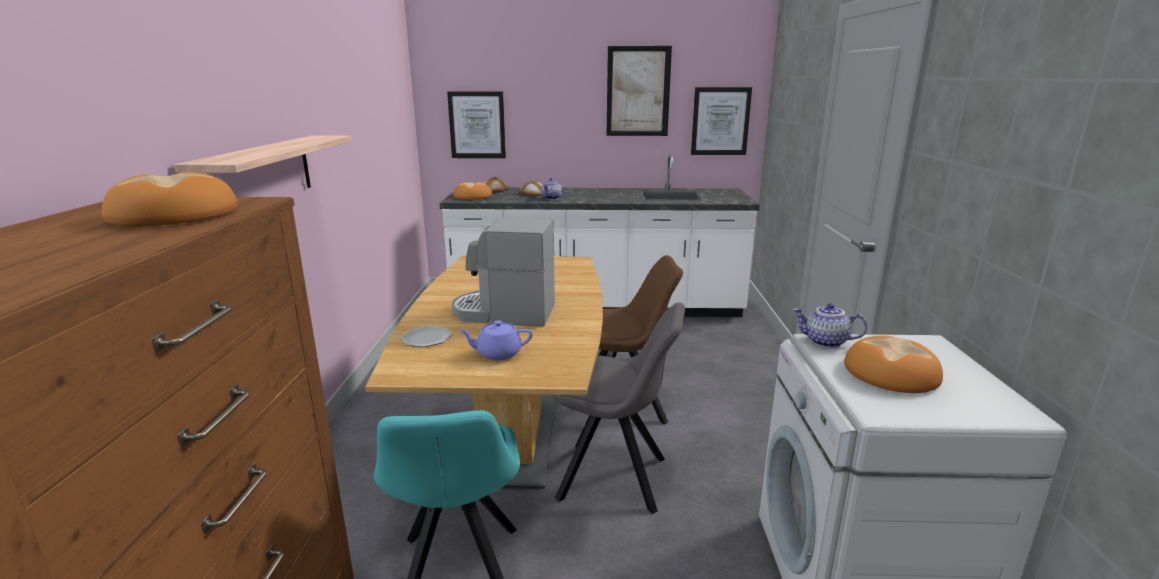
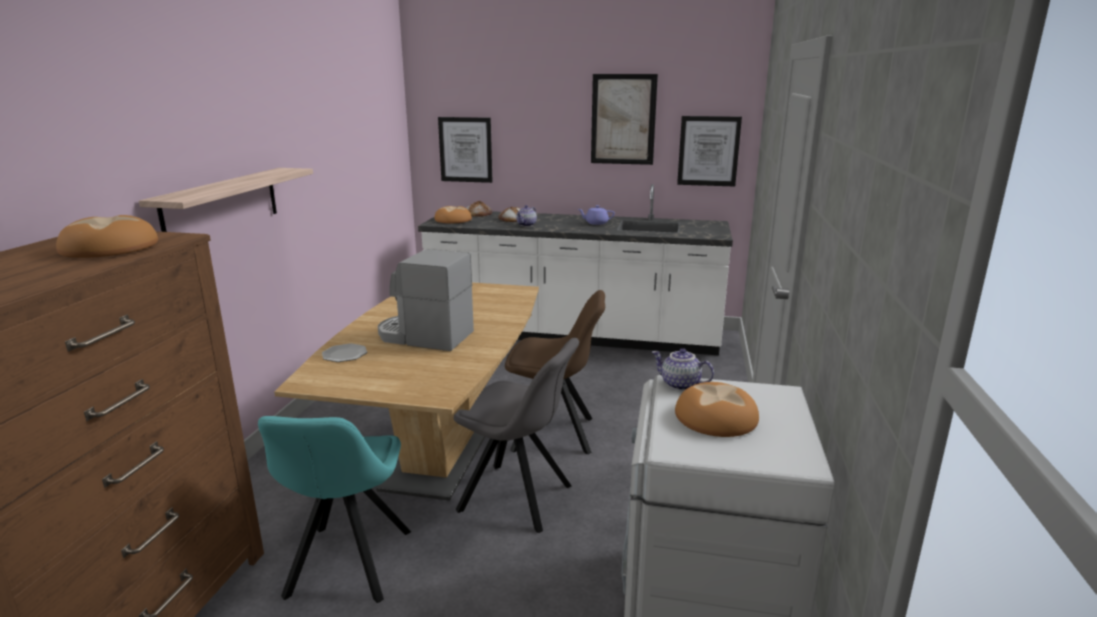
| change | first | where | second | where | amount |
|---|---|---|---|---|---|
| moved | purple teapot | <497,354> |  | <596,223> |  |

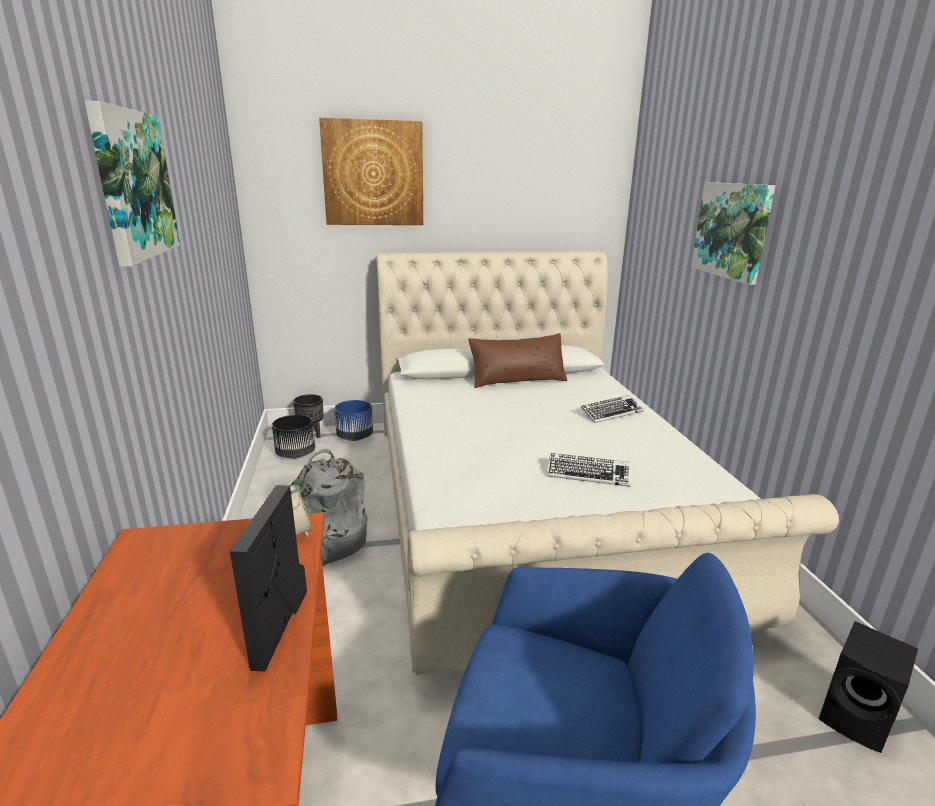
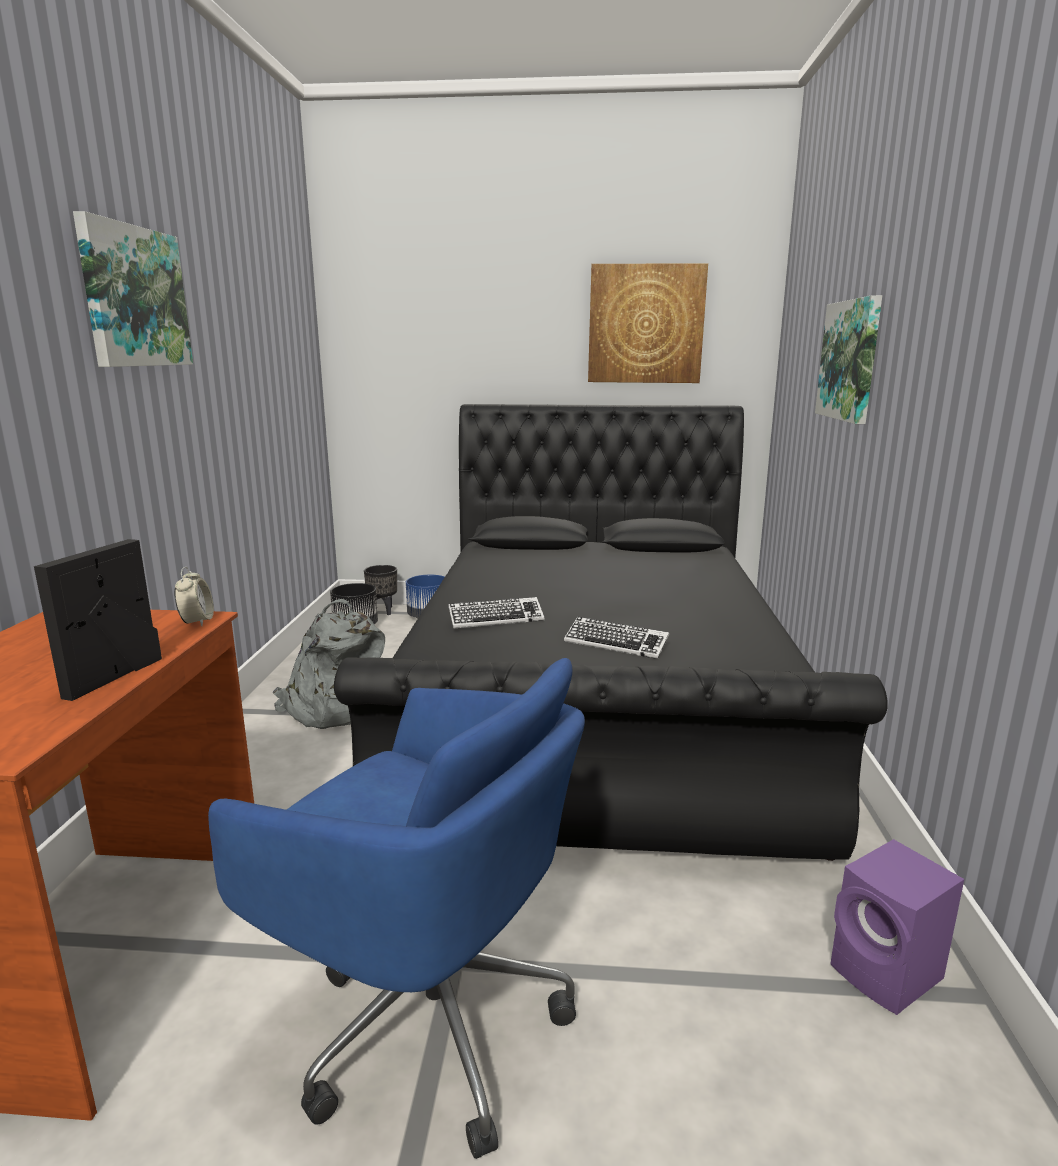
| change | first | where | second | where | amount |
|---|---|---|---|---|---|
| removed | brown pillow | <517,380> |  |  |  |
| moved | picture | <373,173> |  | <645,324> |  |
| moved | keyboard | <611,413> |  | <496,619> |  |
| recoloured | beige bed | <531,502> | black bed | <594,698> |  |
| recoloured | black speaker | <858,719> | purple speaker | <888,975> |  |

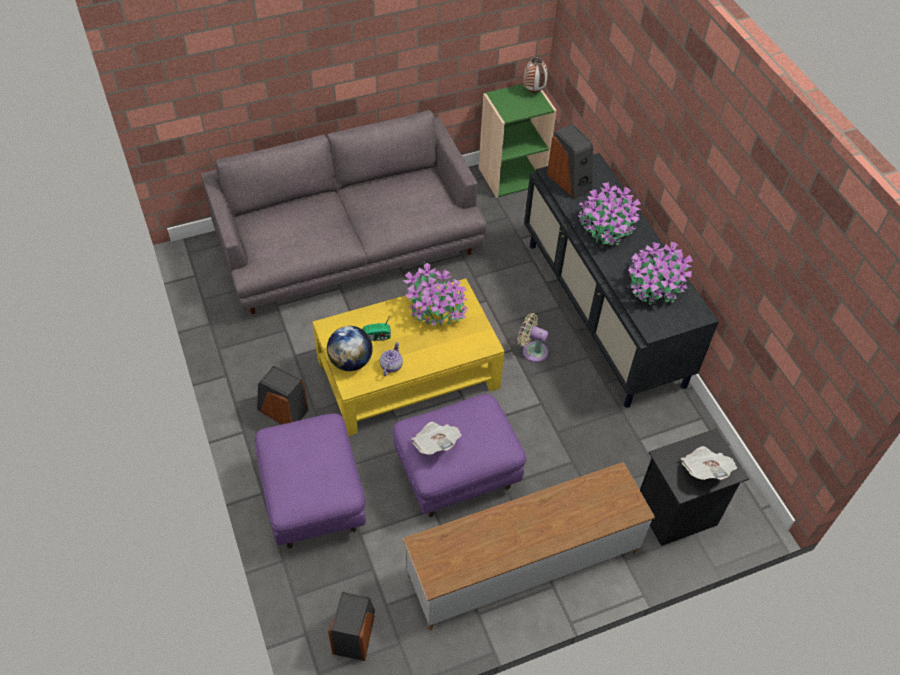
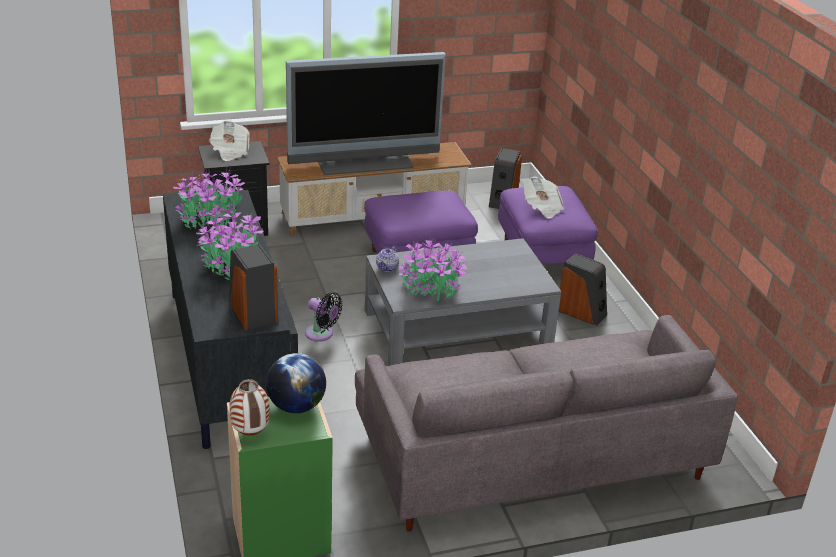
| change | first | where | second | where | amount |
|---|---|---|---|---|---|
| removed | radio | <377,337> |  |  |  |
| added |  |  | television | <365,162> |  |
| moved | globe | <351,361> |  | <296,406> |  |
| moved | teapot | <391,366> |  | <387,267> |  |
| moved | newspaper | <435,443> |  | <542,208> |  |
| recoloured | yellow coffee table | <408,373> | grey coffee table | <456,328> |  |
| recoloured | beige fan | <532,351> | black fan | <321,334> |  |

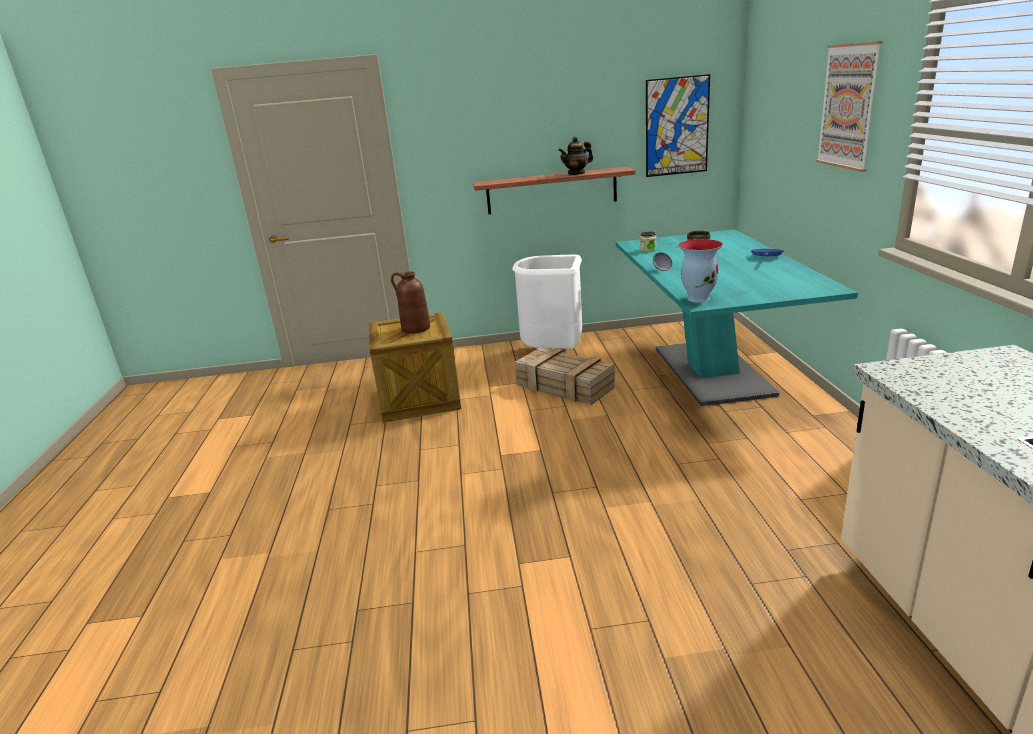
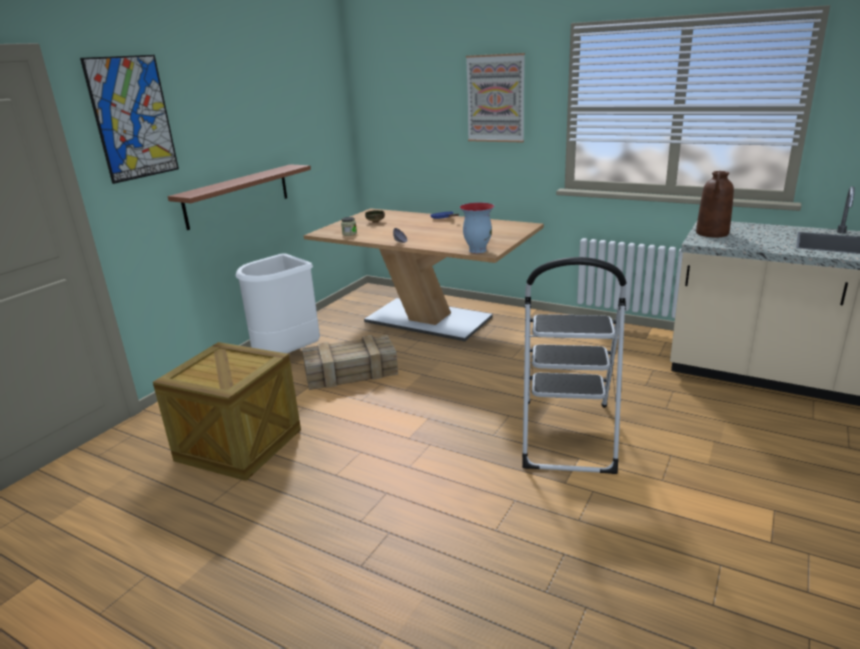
| change | first | where | second | where | amount |
|---|---|---|---|---|---|
| removed | teapot | <576,173> |  |  |  |
| added |  |  | step ladder | <566,437> |  |
| moved | brown vase | <415,328> |  | <712,233> |  |
| moved | picture | <677,126> |  | <133,118> |  |
| recoloured | turquoise dining table | <712,371> | brown dining table | <428,319> |  |

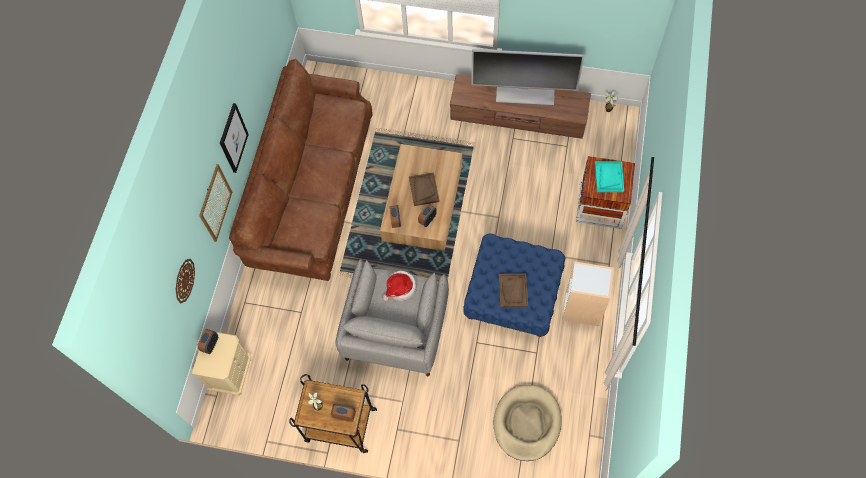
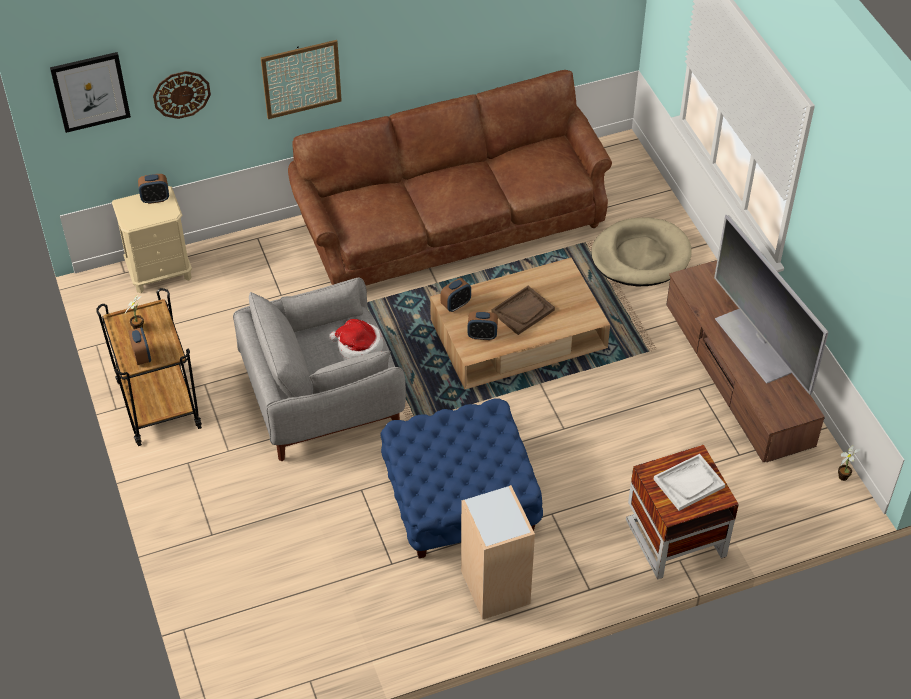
| change | first | where | second | where | amount |
|---|---|---|---|---|---|
| removed | brown tray | <513,291> |  |  |  |
| moved | picture | <233,138> |  | <90,91> |  |
| moved | beige dog bed | <527,423> |  | <640,256> |  |
| recoloured | turquoise tray | <609,177> | white tray | <689,483> |  |

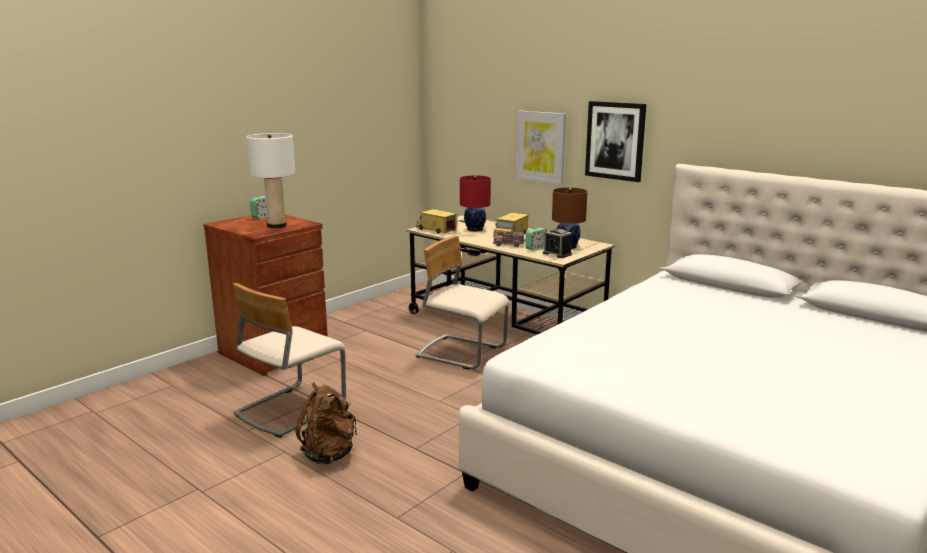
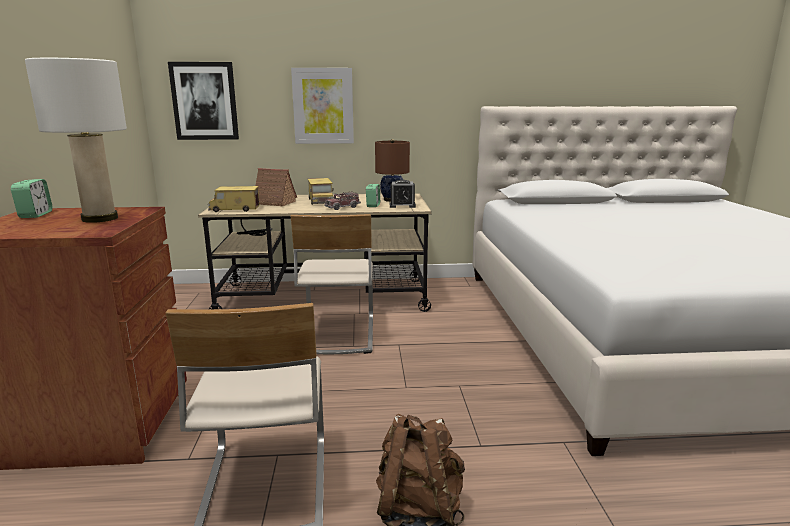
| change | first | where | second | where | amount |
|---|---|---|---|---|---|
| moved | picture | <615,140> |  | <204,101> |  |
| replaced | red table lamp | <474,229> | toy house | <273,202> |  |
| turned | beige chair | <461,353> |  | <336,335> | 75 degrees counterclockwise |

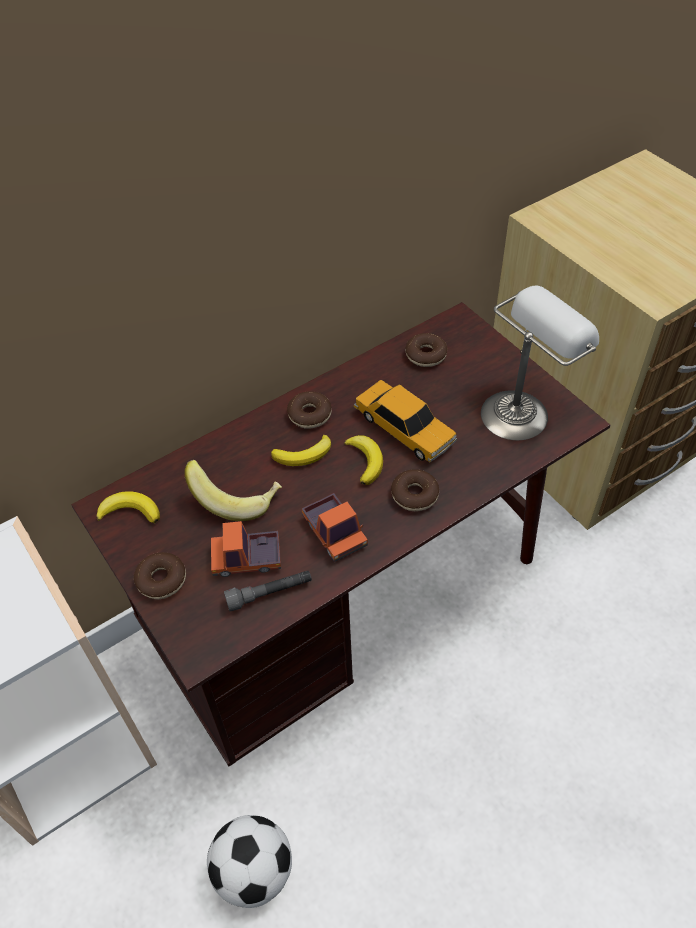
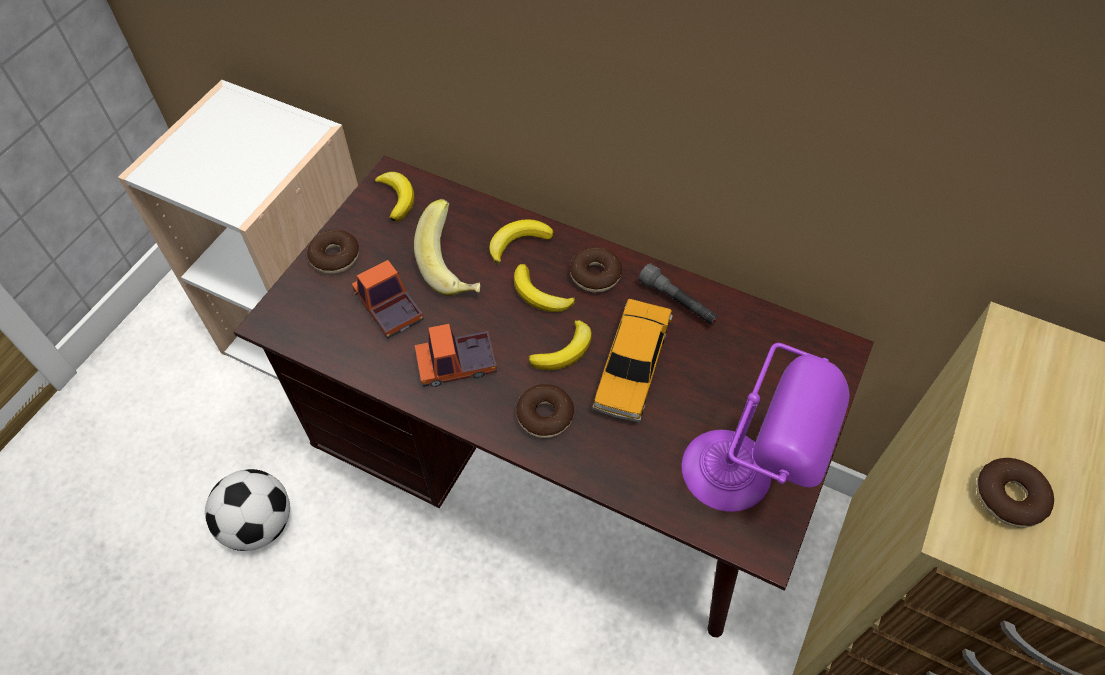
| change | first | where | second | where | amount |
|---|---|---|---|---|---|
| added |  |  | banana | <518,242> |  |
| moved | grey flashlight | <269,593> |  | <678,302> |  |
| moved | donut | <425,355> |  | <1008,497> |  |
| recoloured | white table lamp | <523,407> | purple table lamp | <746,475> |  |
| turned | toy truck | <334,532> |  | <456,364> | 45 degrees clockwise |

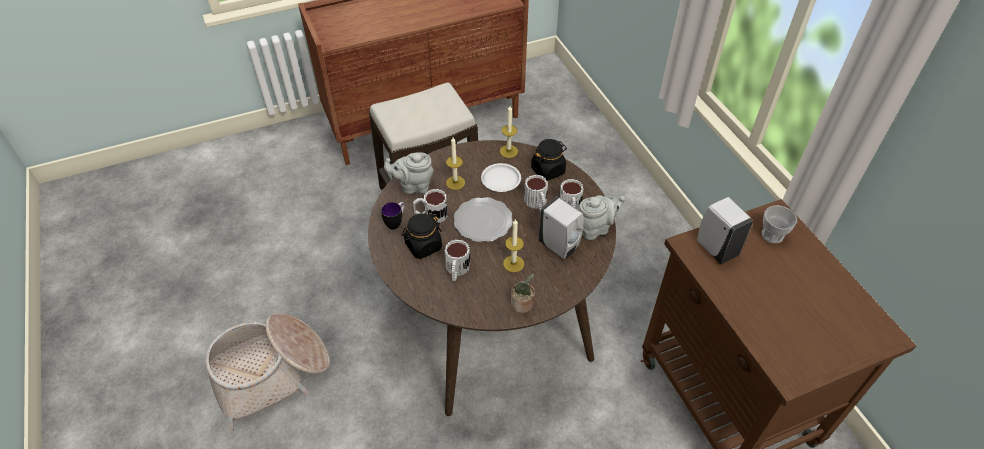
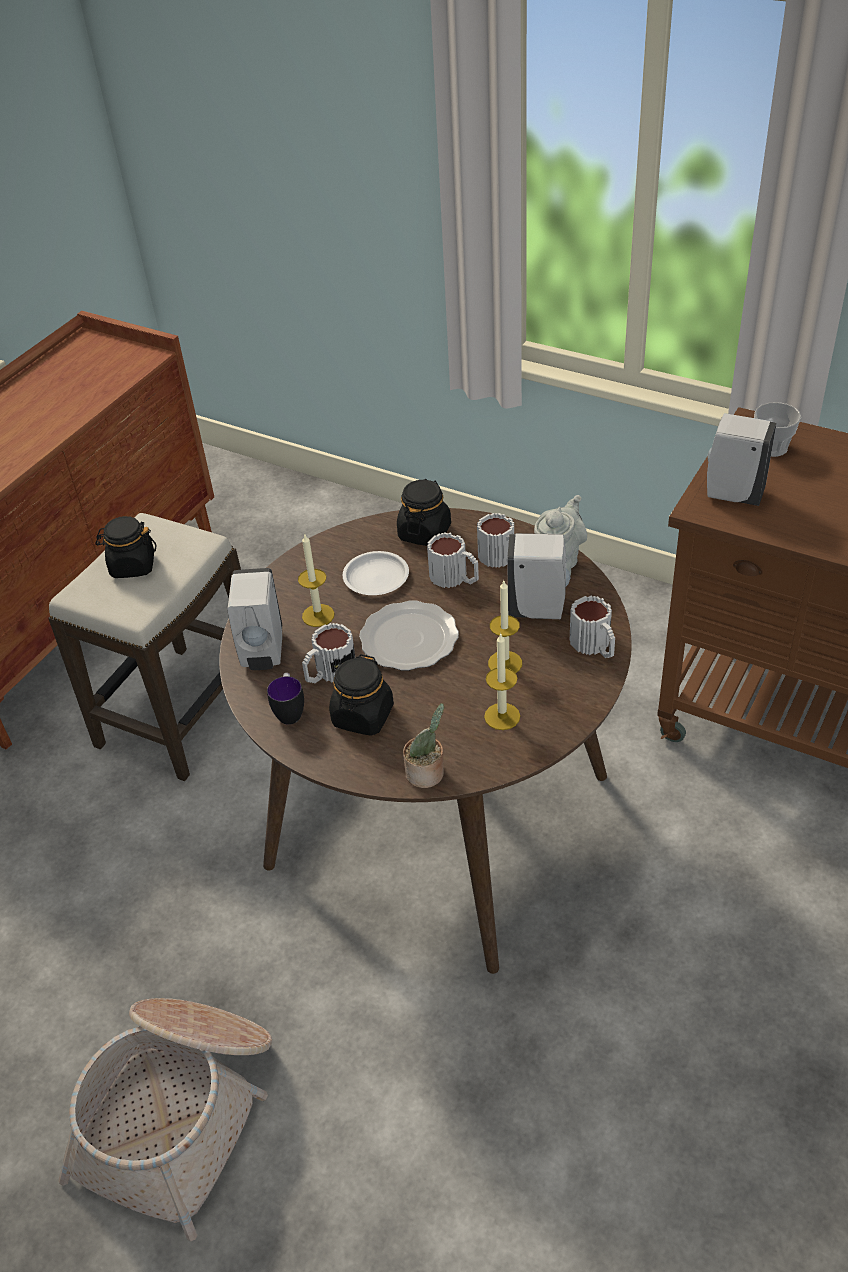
| change | first | where | second | where | amount |
|---|---|---|---|---|---|
| added |  |  | black jar | <132,566> |  |
| moved | mug | <457,270> |  | <594,646> |  |
| moved | candle | <508,151> |  | <502,716> |  |
| moved | potted plant | <523,304> |  | <427,774> |  |
| replaced | grey teapot | <413,186> | white soap dispenser | <263,653> |  |

